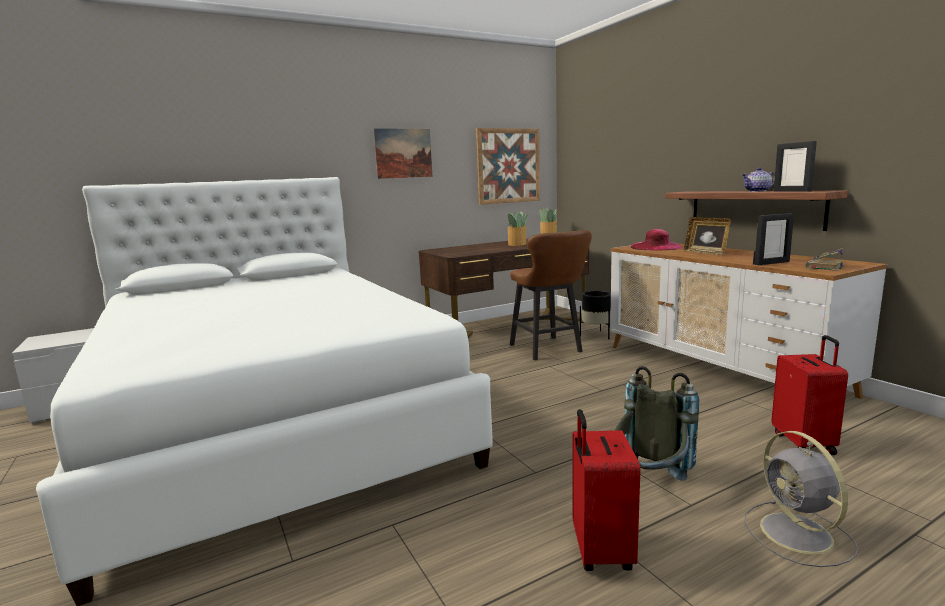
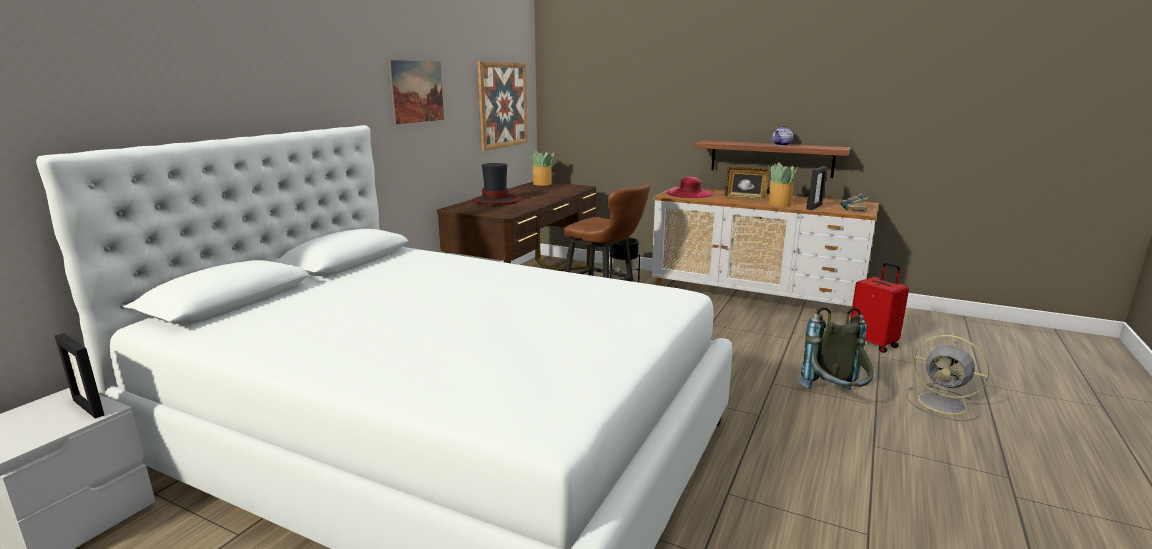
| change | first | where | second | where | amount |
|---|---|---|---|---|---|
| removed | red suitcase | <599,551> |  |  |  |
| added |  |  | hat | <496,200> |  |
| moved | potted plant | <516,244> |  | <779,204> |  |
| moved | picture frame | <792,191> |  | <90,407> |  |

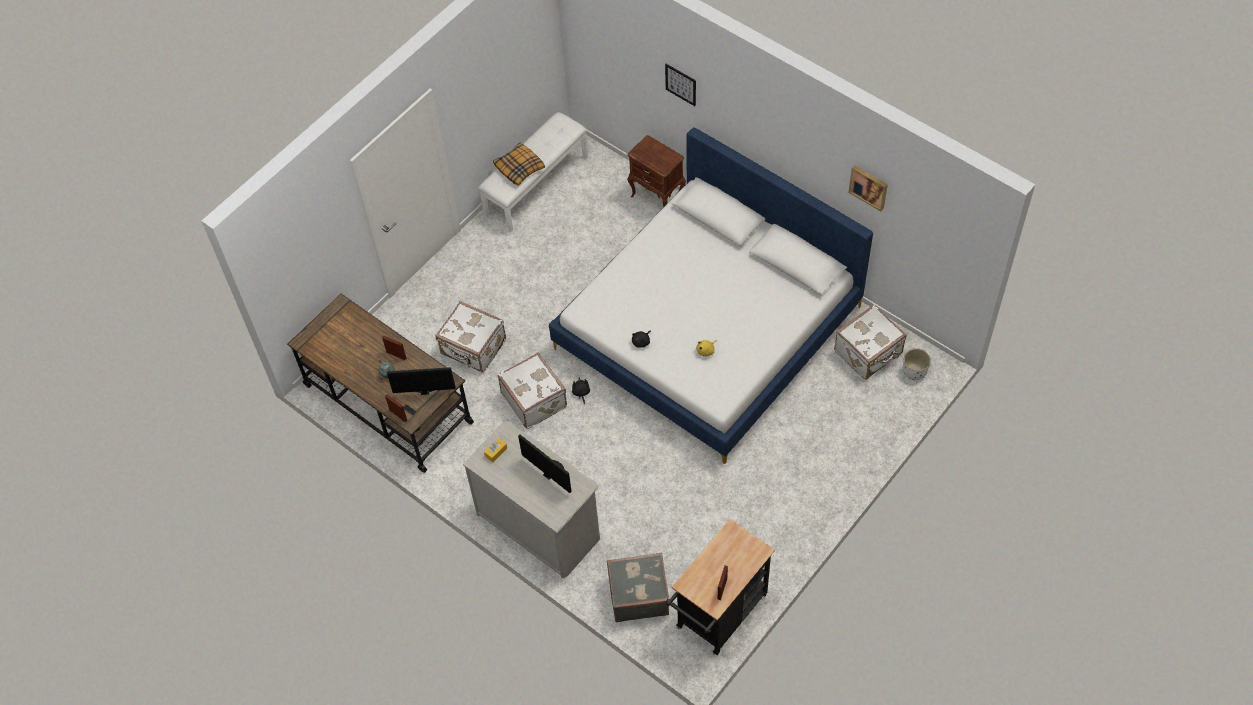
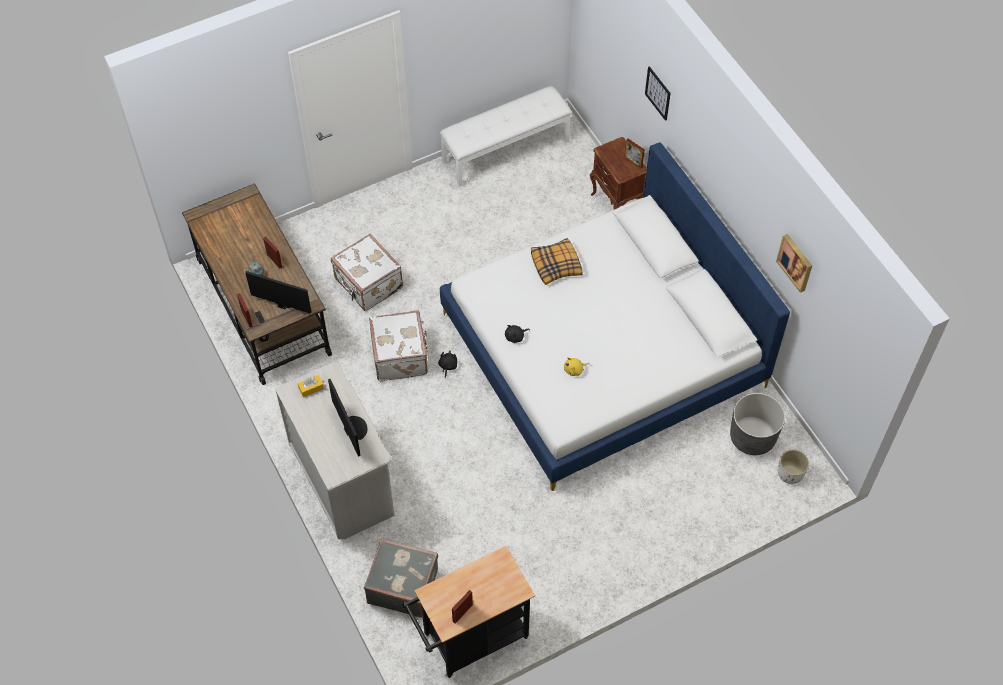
| change | first | where | second | where | amount |
|---|---|---|---|---|---|
| added |  |  | picture frame | <633,162> |  |
| moved | pillow | <519,167> |  | <556,265> |  |
| replaced | white suitcase | <869,353> | grey planter | <752,437> |  |

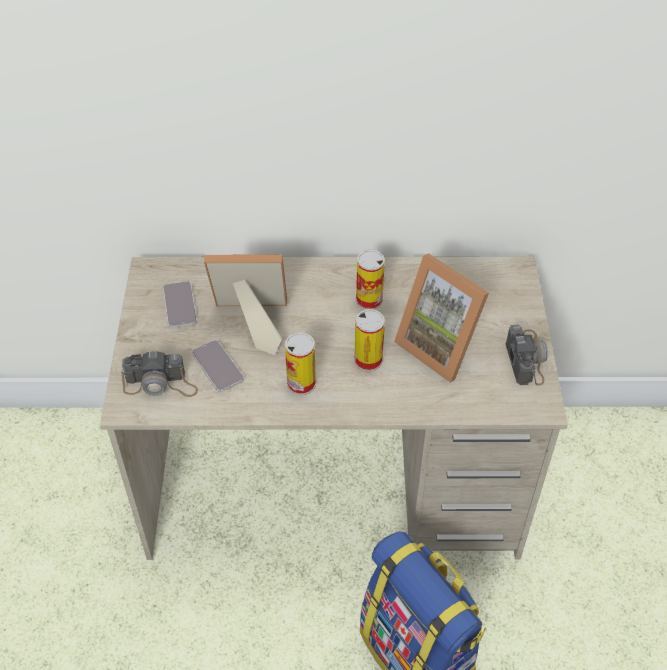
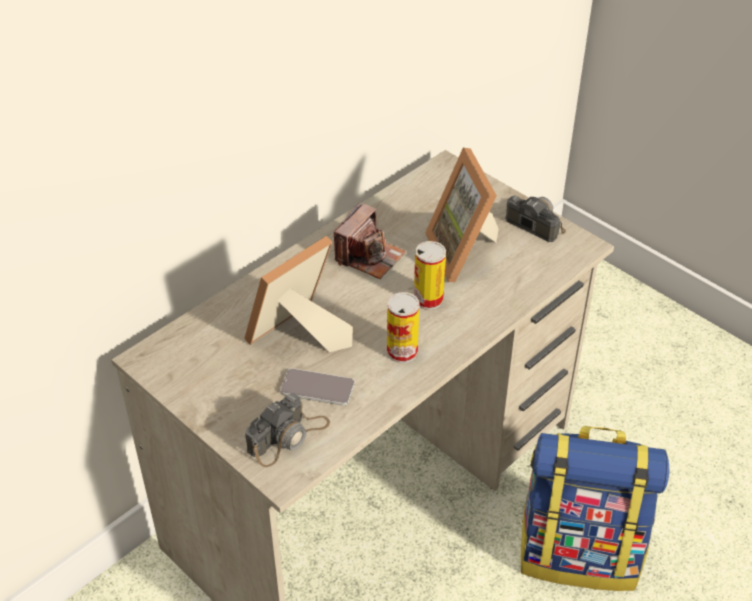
| change | first | where | second | where | amount |
|---|---|---|---|---|---|
| removed | phone | <180,305> |  |  |  |
| replaced | can | <369,300> | photo camera | <369,257> |  |
| turned | picture frame | <441,346> |  | <466,253> | 75 degrees clockwise |

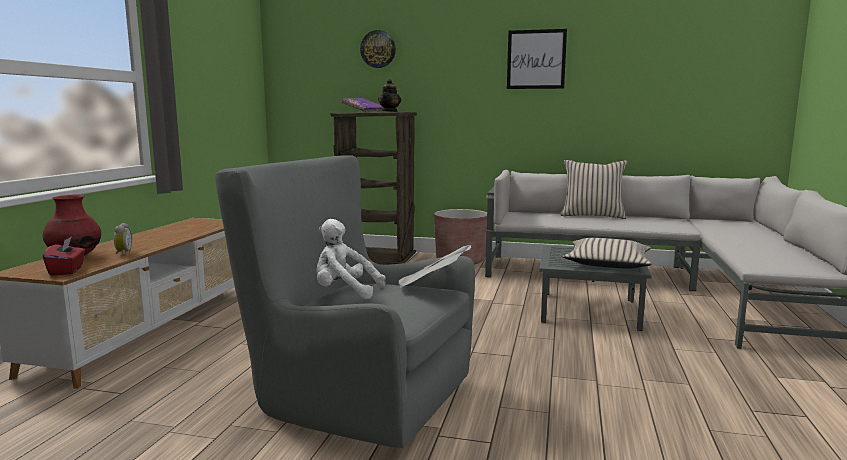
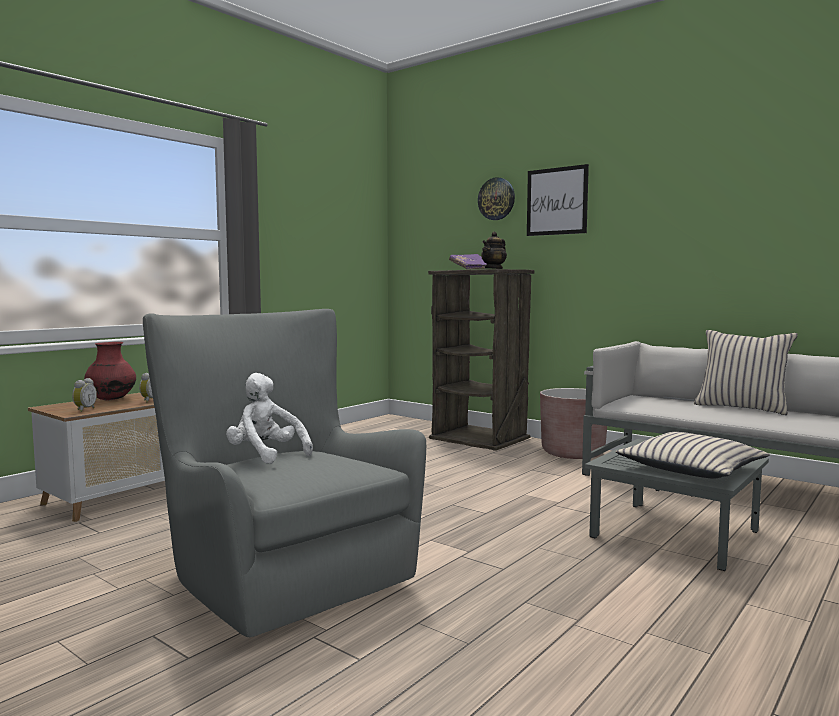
| change | first | where | second | where | amount |
|---|---|---|---|---|---|
| removed | newspaper | <431,286> |  |  |  |
| moved | picture | <536,59> |  | <557,201> |  |
| replaced | red tissue box | <67,270> | alarm clock | <84,410> |  |

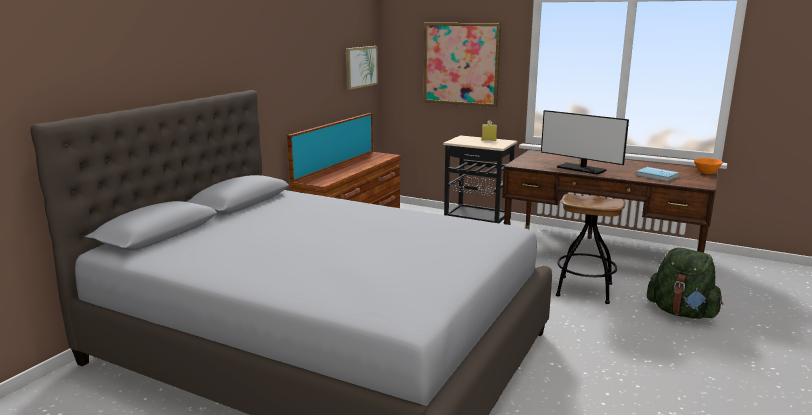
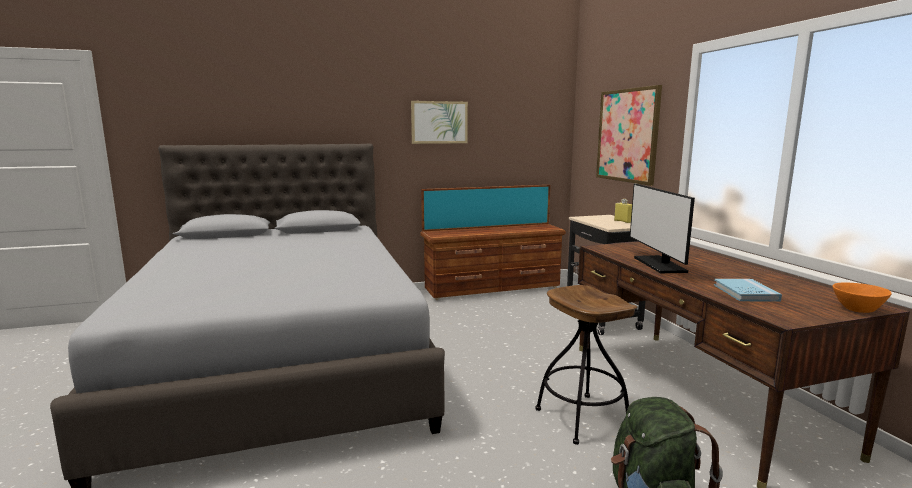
| change | first | where | second | where | amount |
|---|---|---|---|---|---|
| moved | picture | <361,67> |  | <439,122> |  |

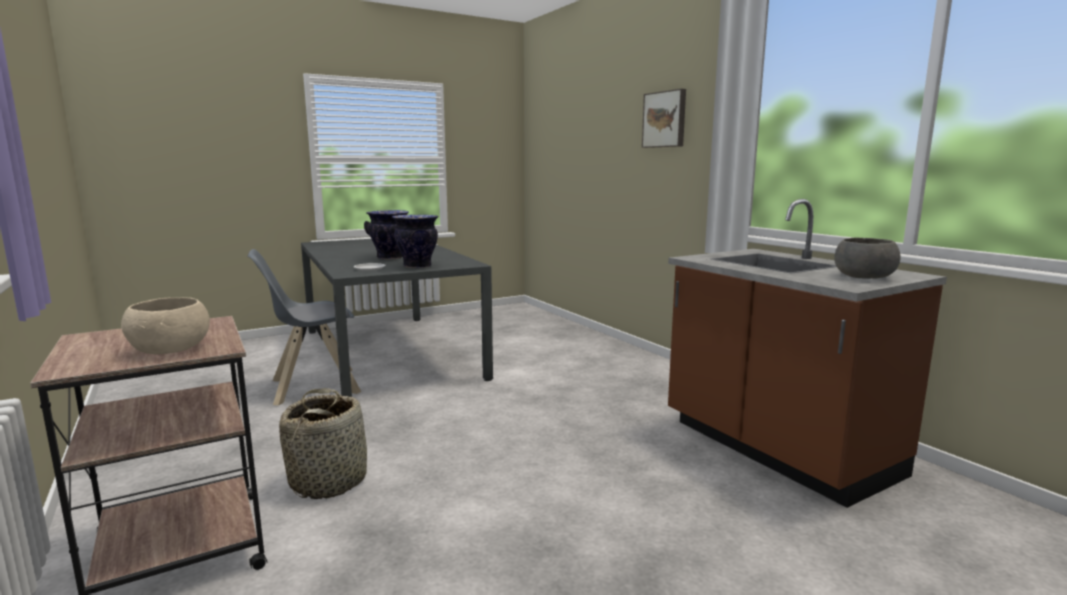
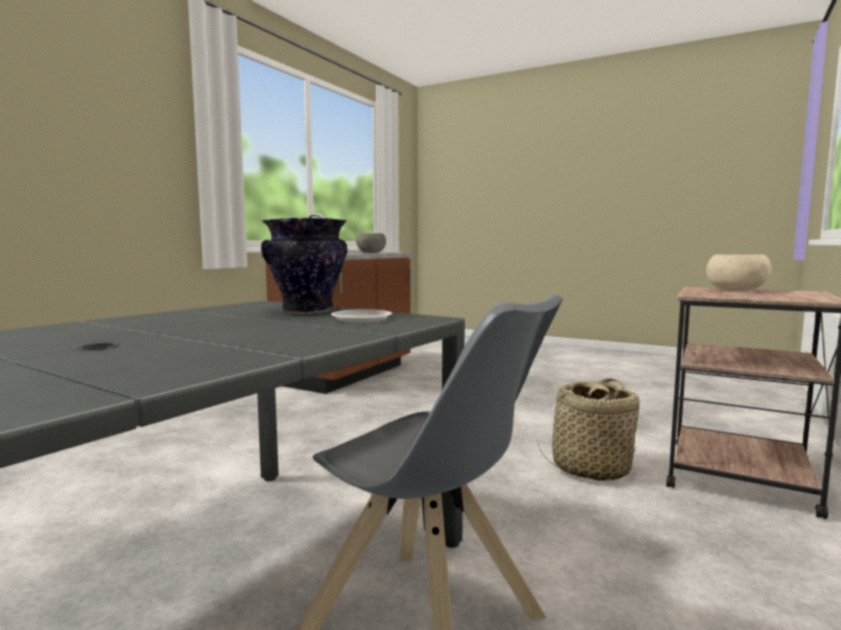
| change | first | where | second | where | amount |
|---|---|---|---|---|---|
| removed | vase | <389,258> |  |  |  |
| removed | picture | <665,119> |  |  |  |

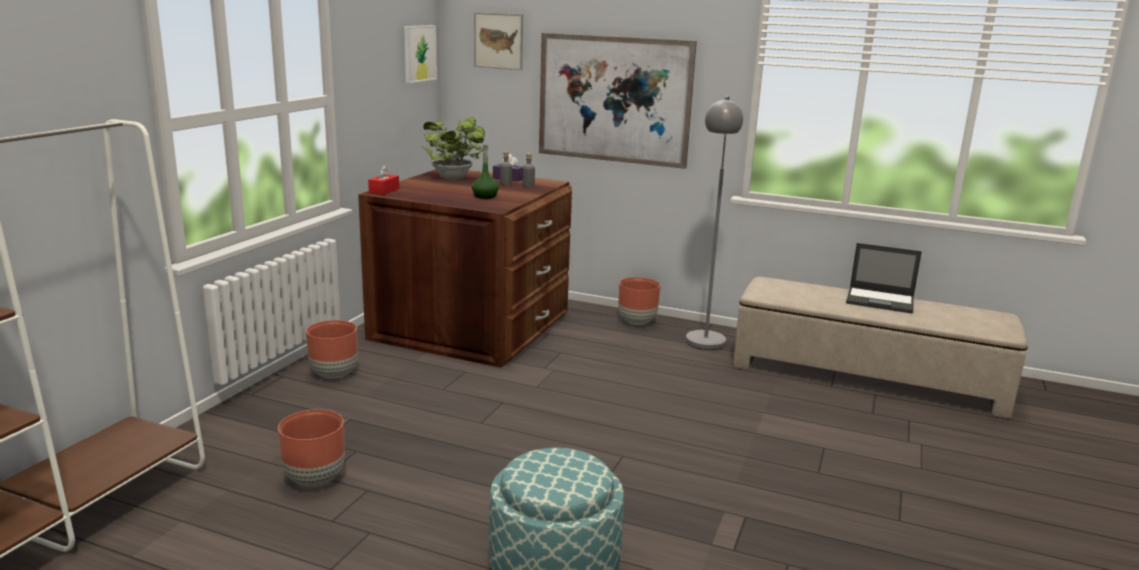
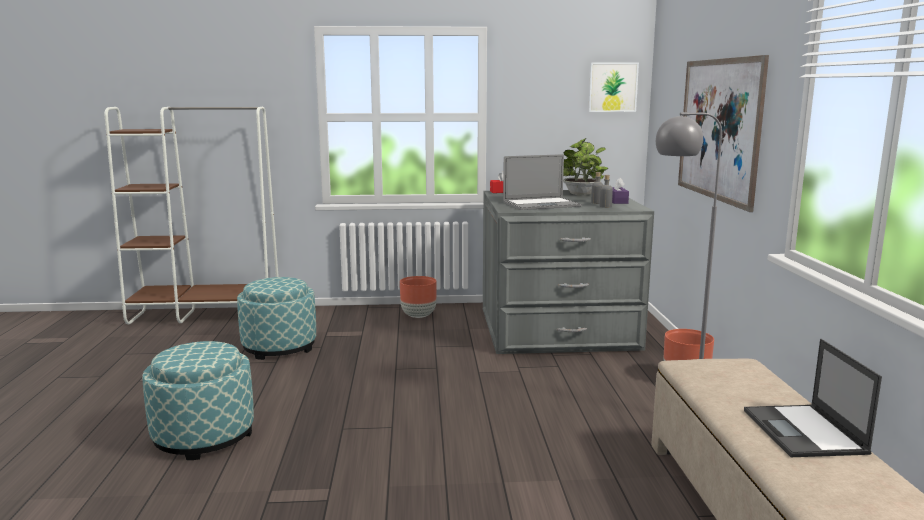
| change | first | where | second | where | amount |
|---|---|---|---|---|---|
| removed | picture | <498,41> |  |  |  |
| replaced | brown planter | <314,479> | ottoman | <279,347> |  |
| replaced | green bottle | <485,196> | laptop | <541,204> |  |
| recoloured | brown dresser | <472,326> | grey dresser | <557,328> |  |

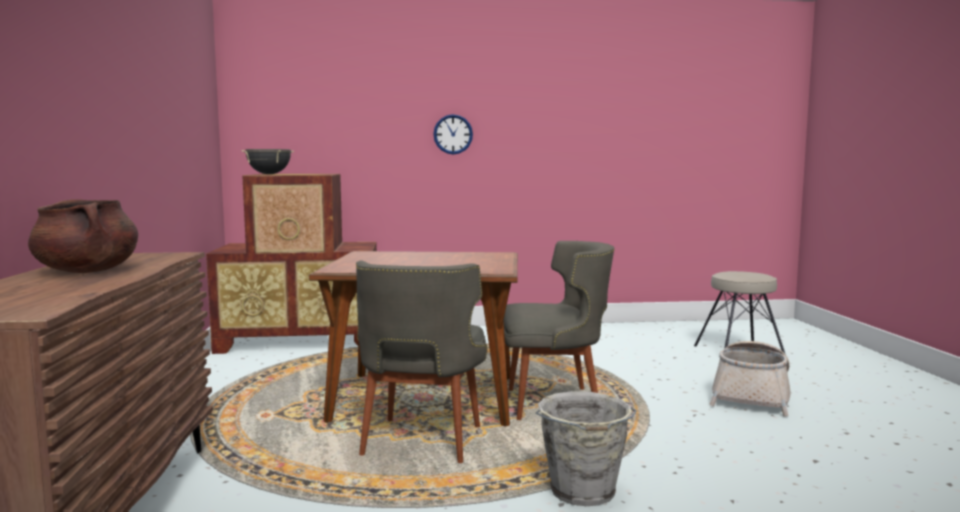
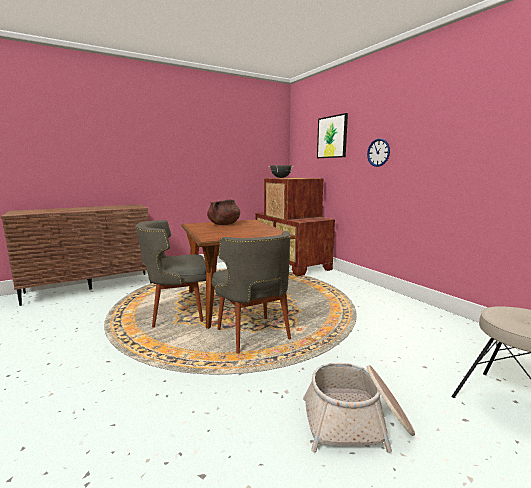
| change | first | where | second | where | amount |
|---|---|---|---|---|---|
| removed | grey bucket | <583,492> |  |  |  |
| added |  |  | picture | <332,137> |  |
| moved | brown cooking pot | <88,271> |  | <224,224> |  |

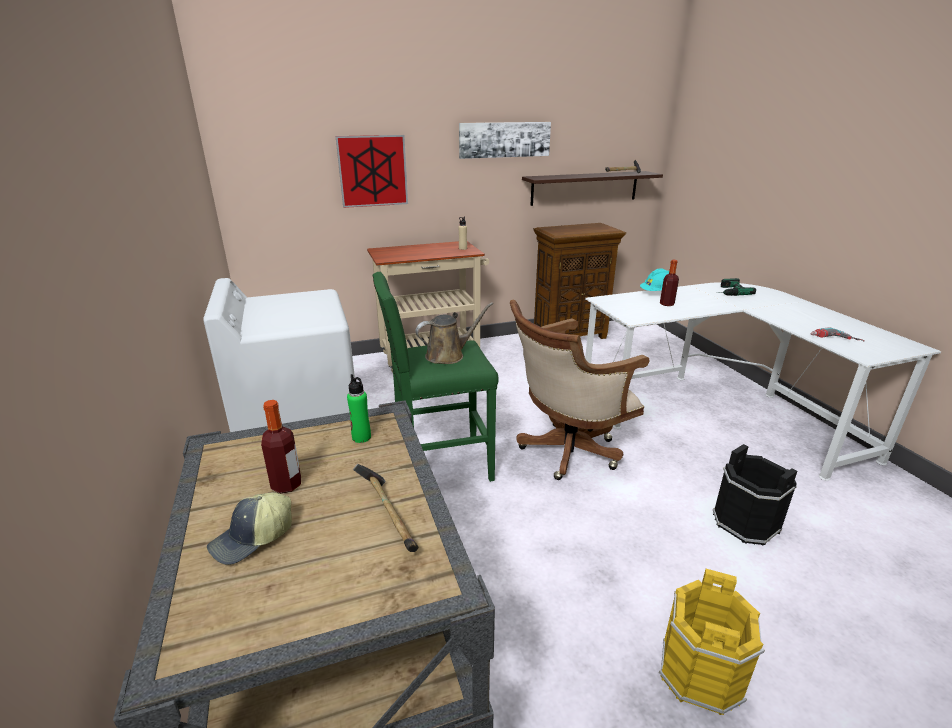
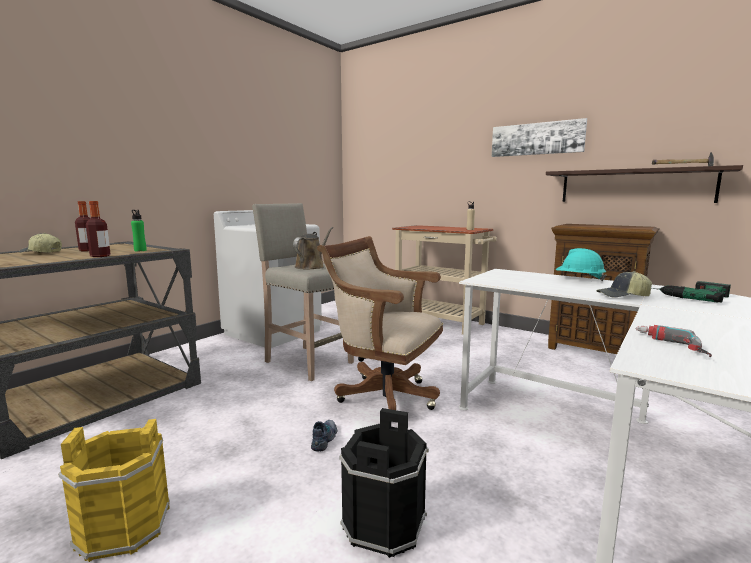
| change | first | where | second | where | amount |
|---|---|---|---|---|---|
| removed | picture | <373,171> |  |  |  |
| removed | hammer | <389,516> |  |  |  |
| added |  |  | shoe | <324,439> |  |
| added |  |  | cap | <623,296> |  |
| moved | bottle | <667,304> |  | <100,256> |  |
| recoloured | green stool | <439,466> | beige stool | <307,361> |  |
| turned | brown watering can | <448,355> |  | <311,266> | 90 degrees counterclockwise |

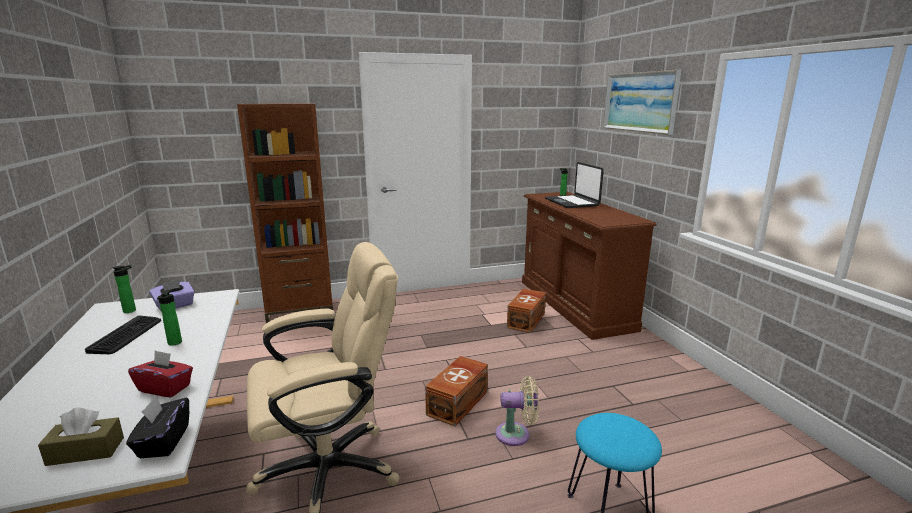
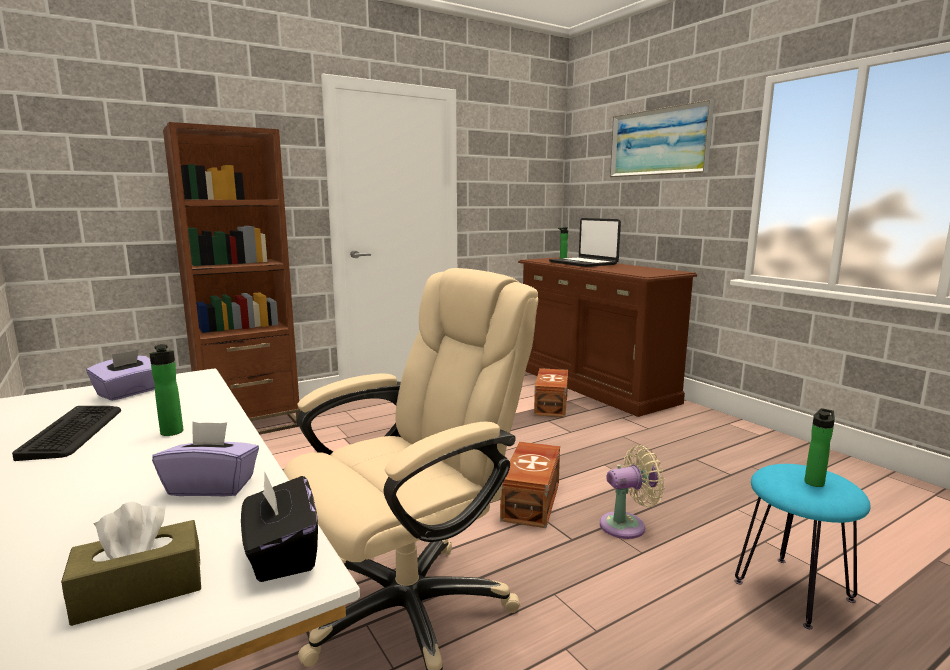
| change | first | where | second | where | amount |
|---|---|---|---|---|---|
| moved | bottle | <131,310> |  | <814,482> |  |
| recoloured | red tissue box | <165,388> | purple tissue box | <212,486> |  |

